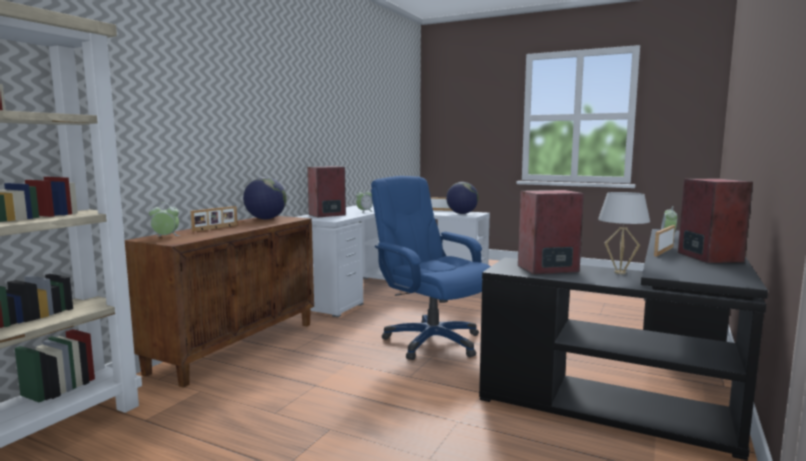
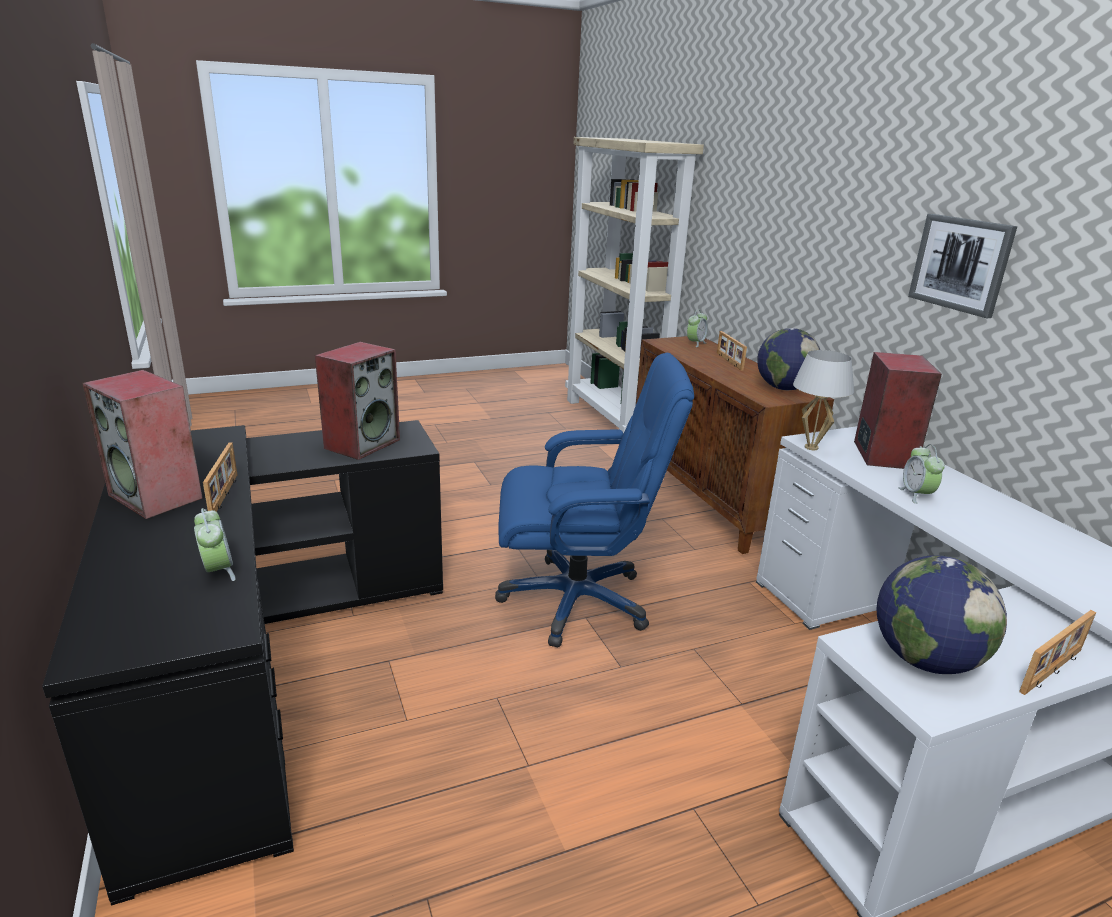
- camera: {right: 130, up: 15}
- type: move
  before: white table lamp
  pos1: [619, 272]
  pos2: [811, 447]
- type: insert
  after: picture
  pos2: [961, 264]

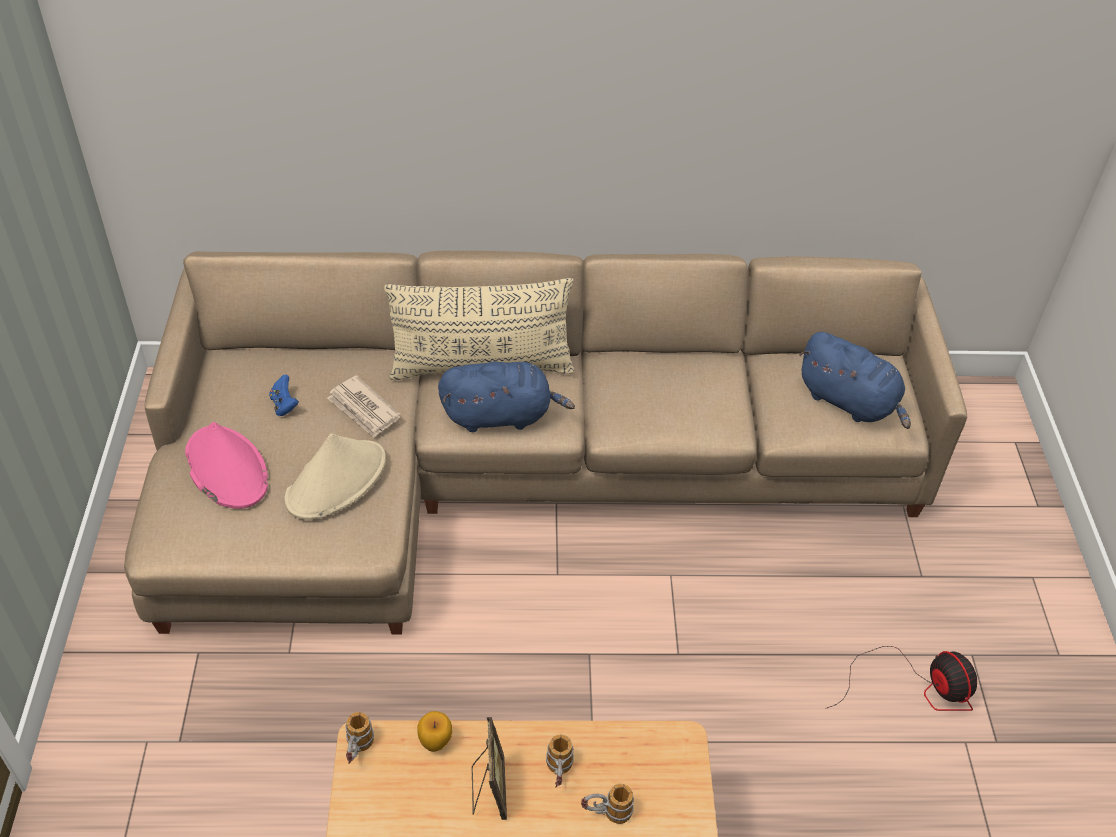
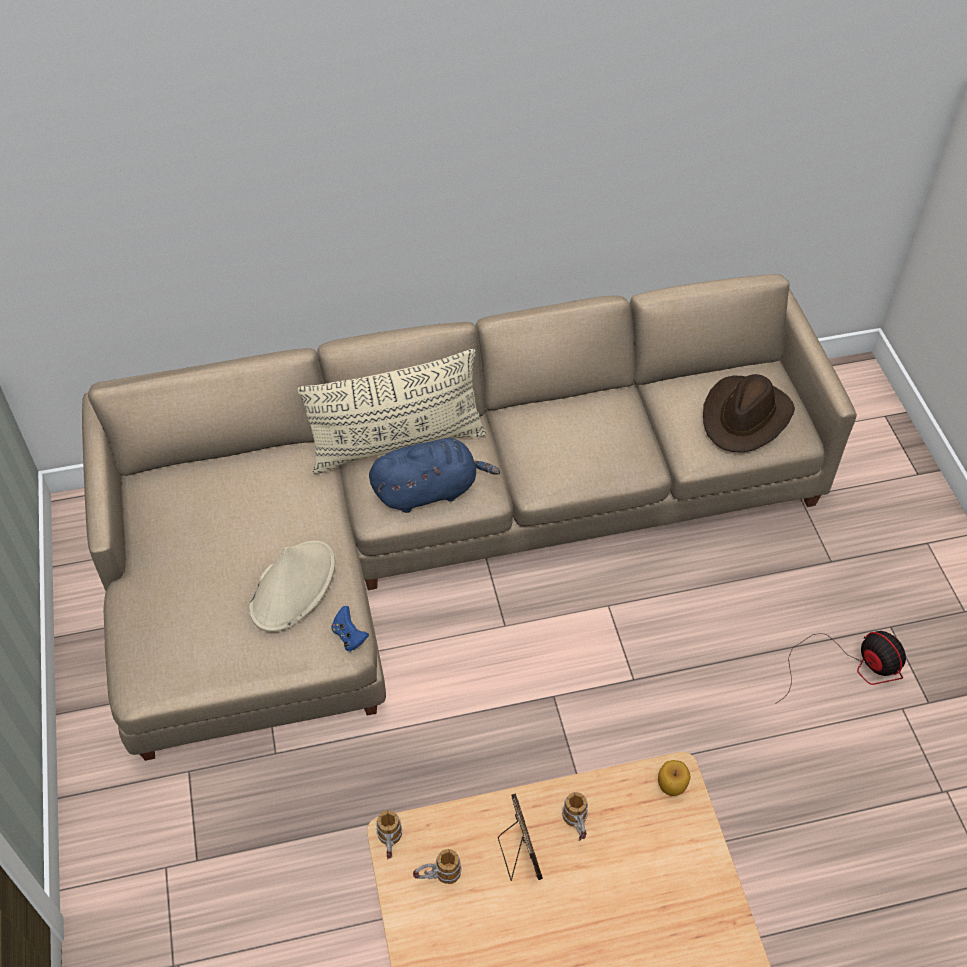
- camera: {right: -10, up: 5}
- type: replace
  before: blue plush toy
  after: brown hat
  pos1: [850, 402]
  pos2: [746, 417]
- type: move
  before: blue game controller
  pos1: [284, 405]
  pos2: [349, 636]
- type: delete
  before: newspaper
  pos1: [363, 409]
- type: delete
  before: pink hat
  pos1: [226, 468]
- type: move
  before: apple
  pos1: [435, 743]
  pos2: [671, 787]
- type: move
  before: mug
  pos1: [606, 814]
  pos2: [437, 877]

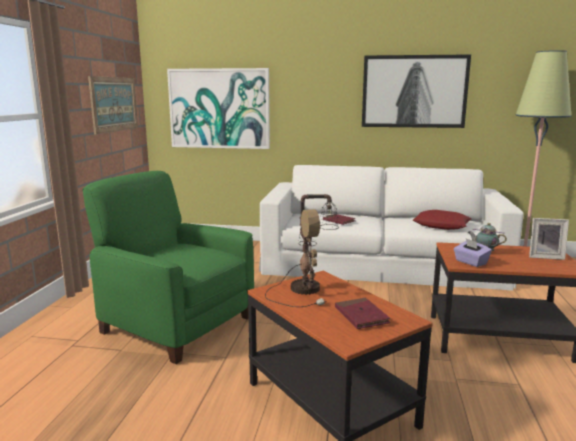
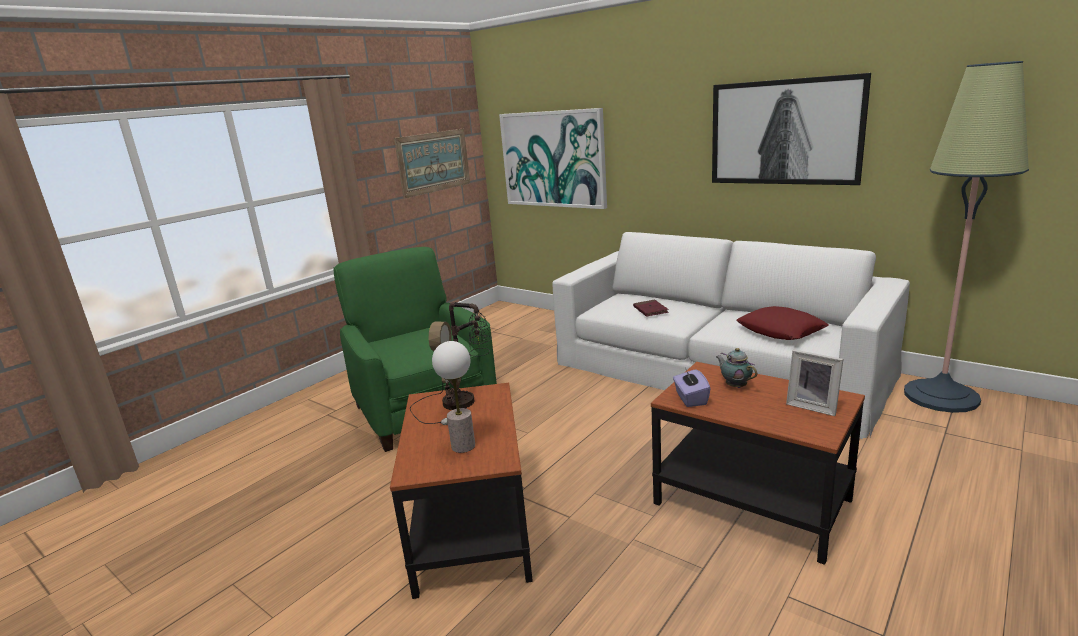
- camera: {right: 30, up: 5}
- type: replace
  before: red book
  after: table lamp
  pos1: [361, 316]
  pos2: [463, 446]

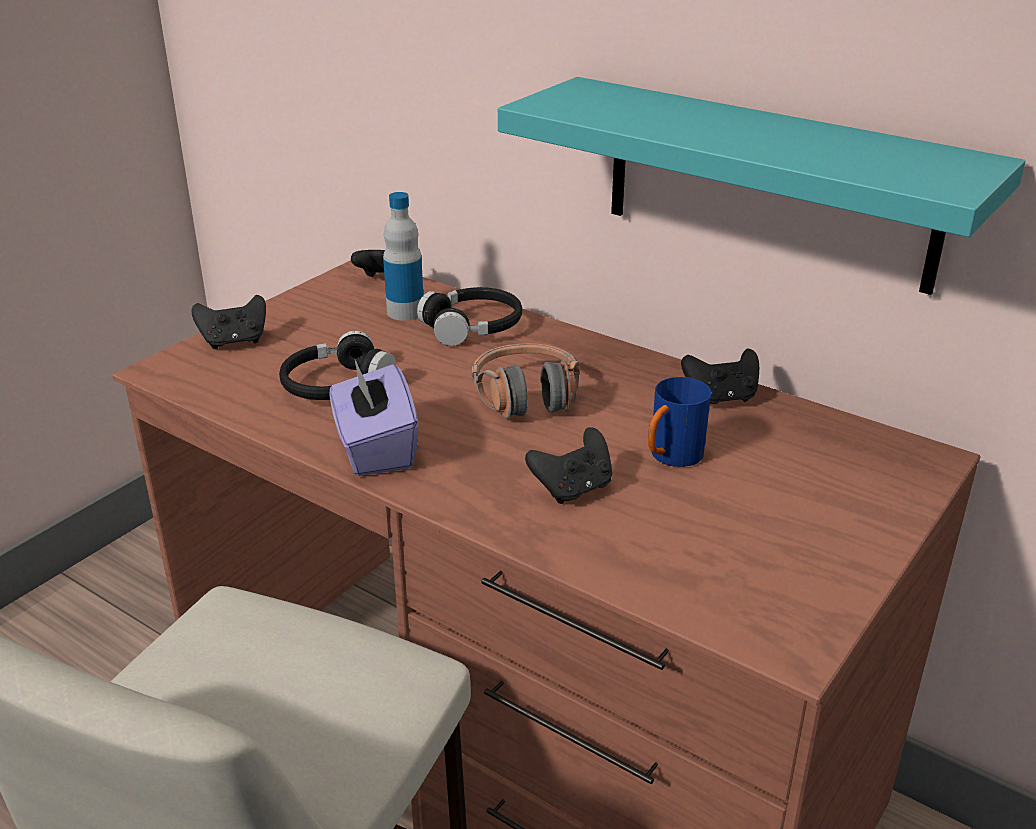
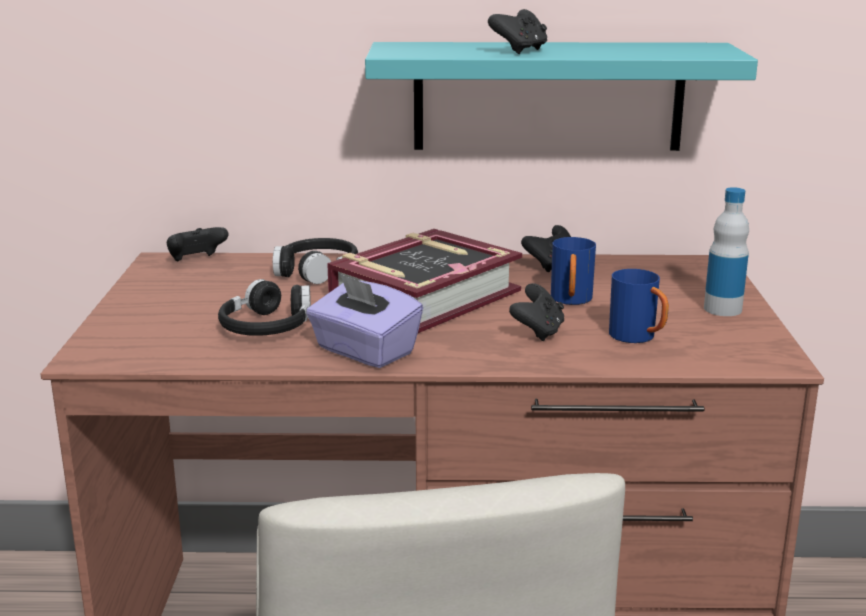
- camera: {right: -35, up: -10}
- type: move
  before: bottle
  pos1: [405, 312]
  pos2: [722, 309]
- type: move
  before: black game controller
  pos1: [234, 341]
  pos2: [520, 51]
- type: replace
  before: headphones
  after: book
  pos1: [527, 396]
  pos2: [424, 296]
- type: insert
  after: blue mug
  pos2: [638, 338]

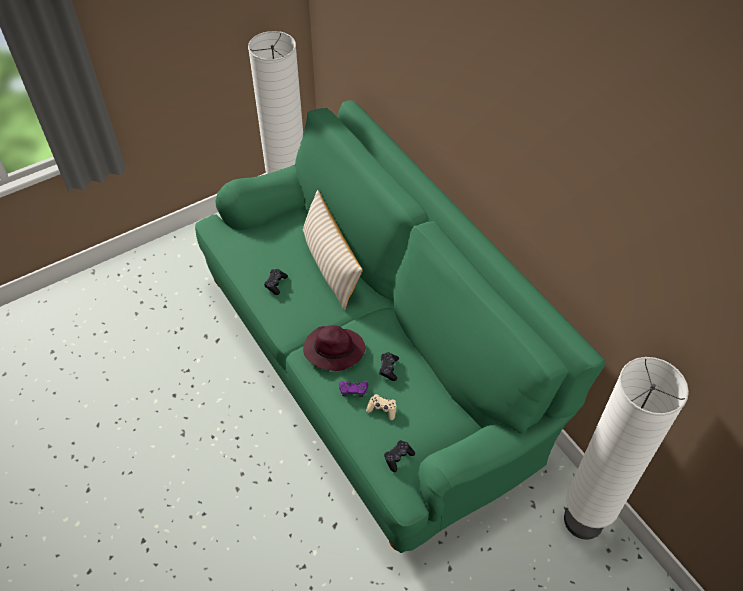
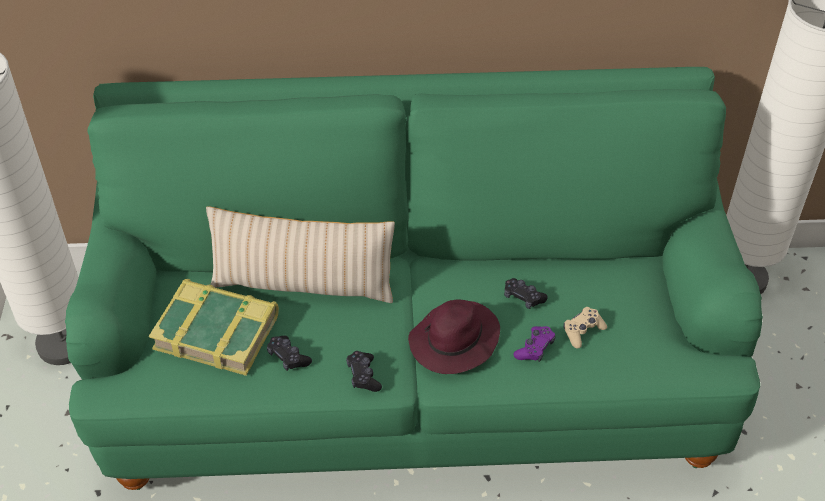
- camera: {right: -60, up: -5}
- type: move
  before: black game controller
  pos1: [398, 457]
  pos2: [363, 376]
- type: insert
  after: book
  pos2: [217, 331]

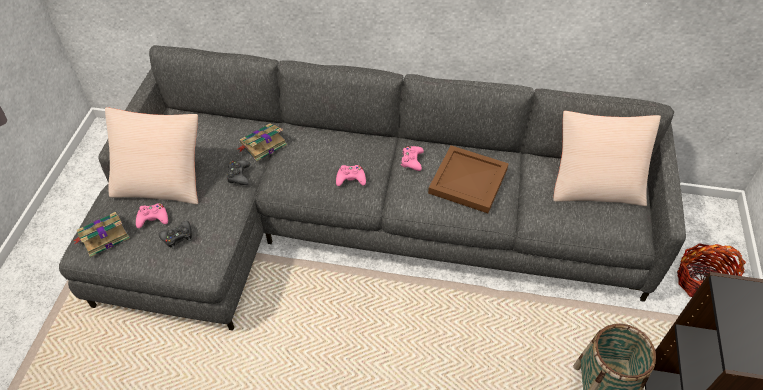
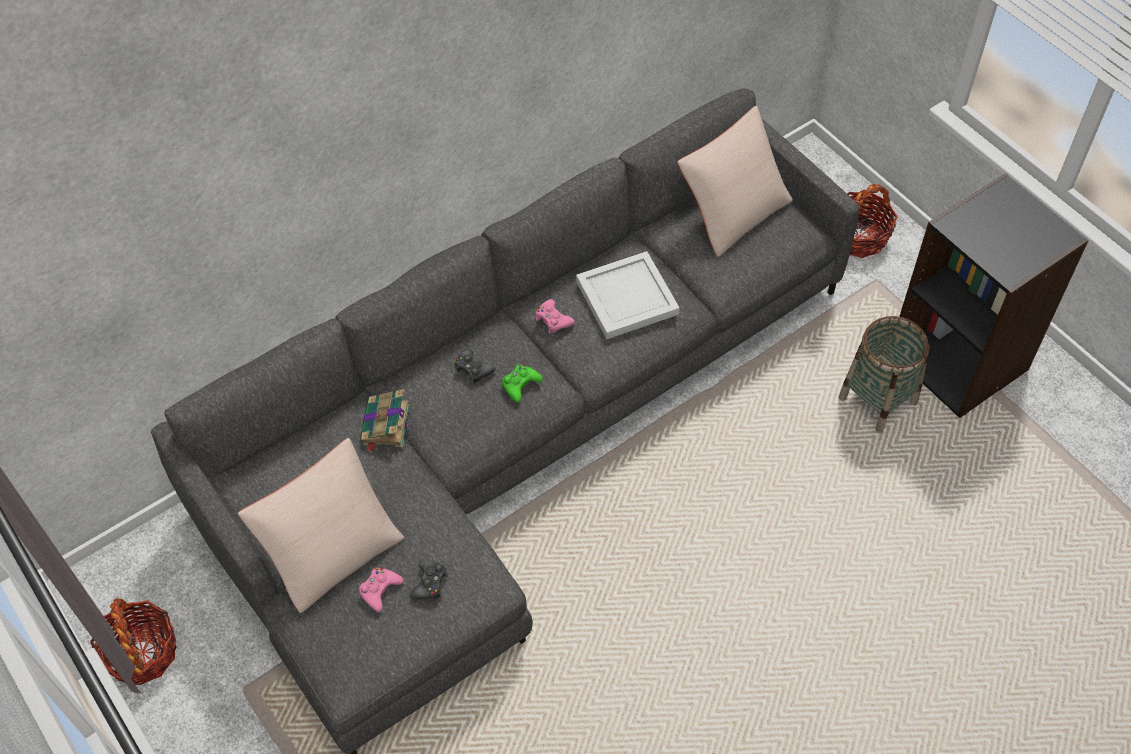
- camera: {right: -45, up: 5}
- type: recolor
  before: brown tray
  after: white tray
  pos1: [467, 181]
  pos2: [626, 299]
- type: move
  before: black game controller
  pos1: [239, 175]
  pos2: [473, 369]
- type: recolor
  before: pink game controller
  after: green game controller
  pos1: [351, 179]
  pos2: [520, 385]
- type: delete
  before: book
  pos1: [103, 236]
- type: insert
  after: basket
  pos2: [142, 652]

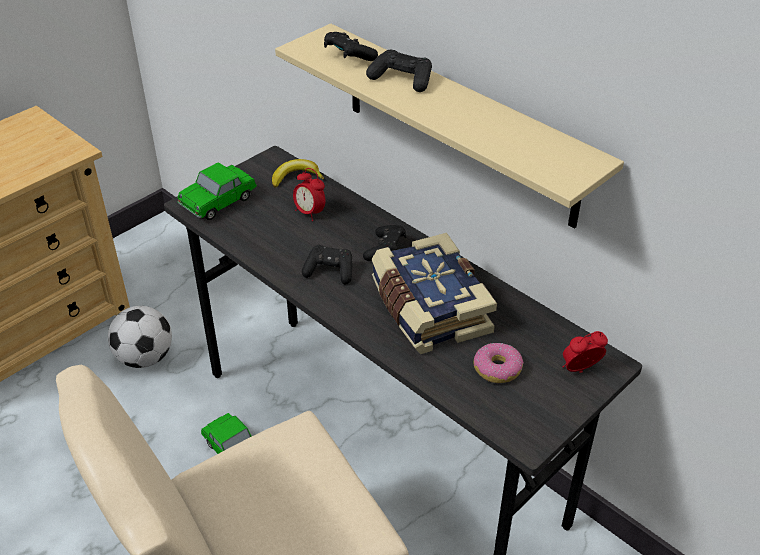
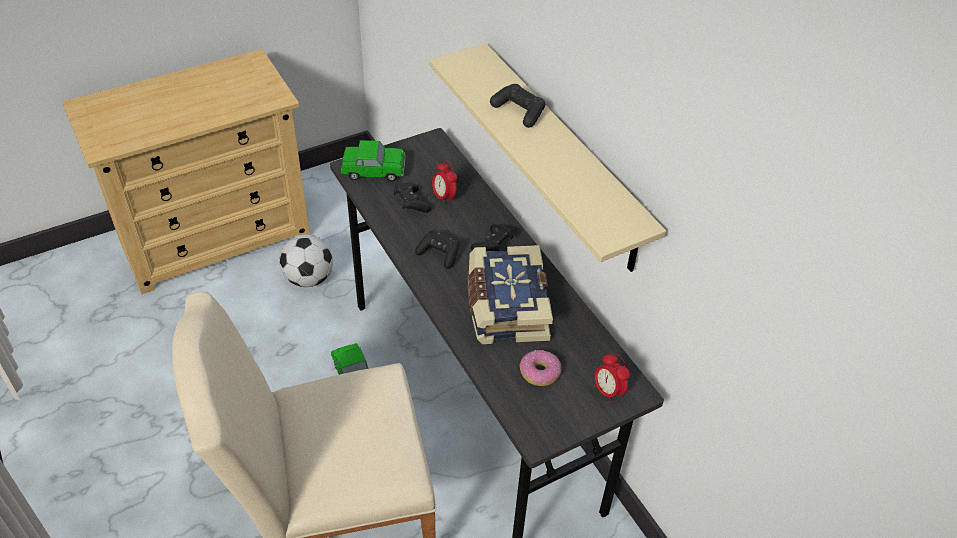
- camera: {right: 15, up: 5}
- type: move
  before: black game controller
  pos1: [348, 56]
  pos2: [411, 204]
- type: delete
  before: banana
  pos1: [296, 177]
- type: rotate
  before: toy car
  pos1: [218, 202]
  pos2: [374, 171]
  turn: -150
- type: rotate
  before: alarm clock
  pos1: [580, 370]
  pos2: [608, 391]
  turn: -120

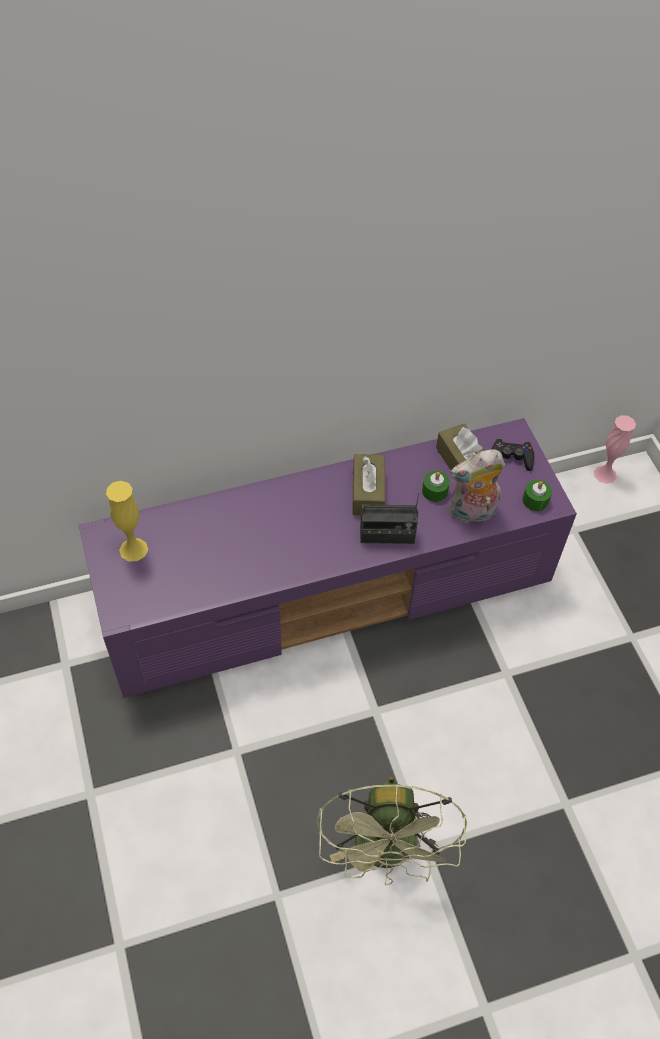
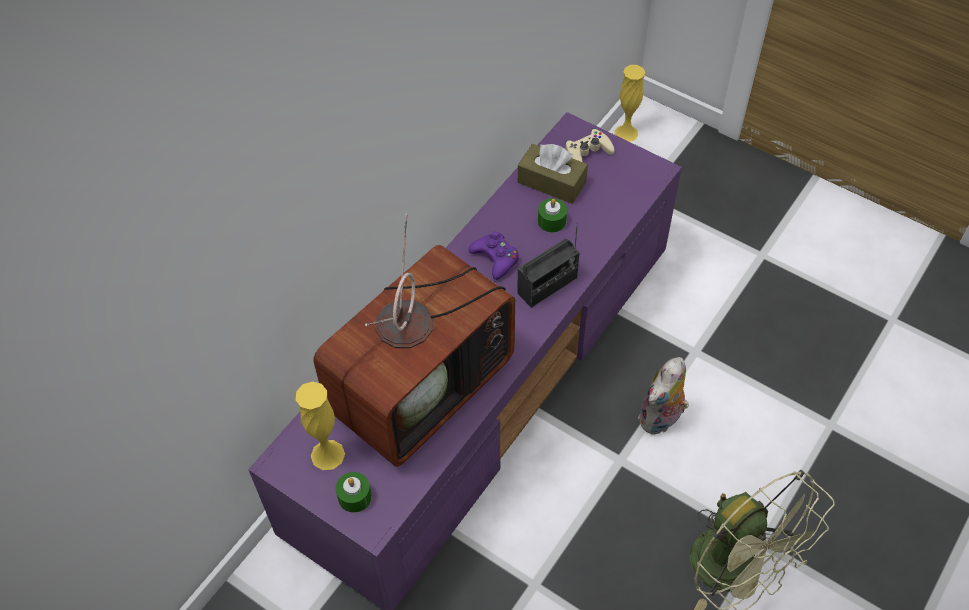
- camera: {right: -35, up: 0}
- type: recolor
  before: pink vase
  after: yellow vase
  pos1: [605, 474]
  pos2: [626, 133]
- type: recolor
  before: black game controller
  after: beige game controller
  pos1: [511, 457]
  pos2: [588, 152]
- type: move
  before: plush toy
  pos1: [472, 513]
  pos2: [661, 419]
- type: replace
  before: brown tissue box
  after: purple game controller
  pos1: [368, 492]
  pos2: [495, 259]
- type: move
  before: green candle
  pos1: [535, 500]
  pos2: [354, 496]
- type: insert
  after: television
  pos2: [422, 381]

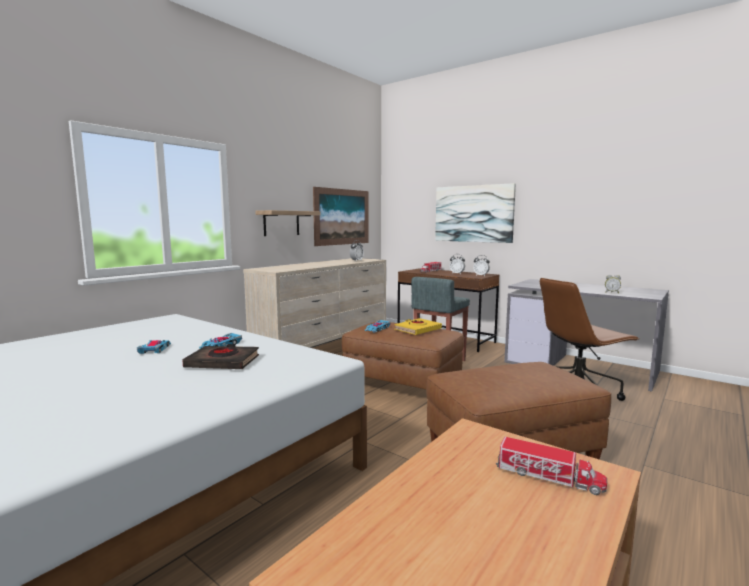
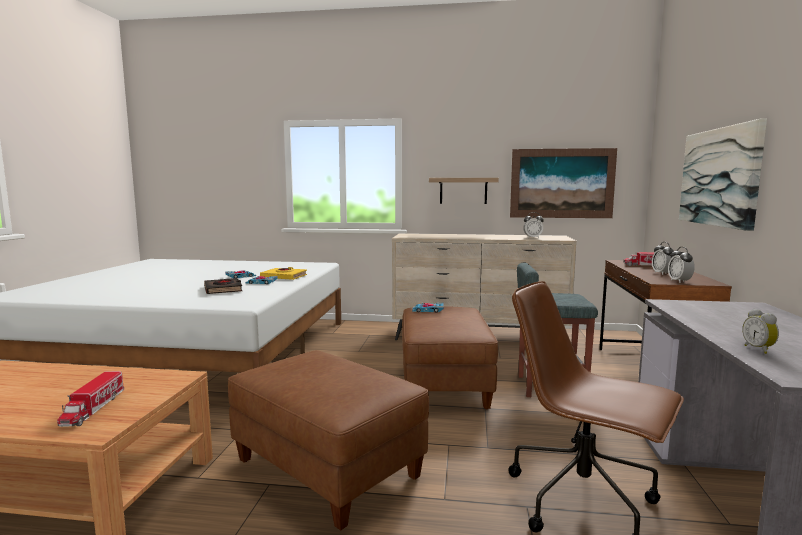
- camera: {right: 60, up: 0}
- type: move
  before: yellow book
  pos1: [417, 330]
  pos2: [284, 277]

